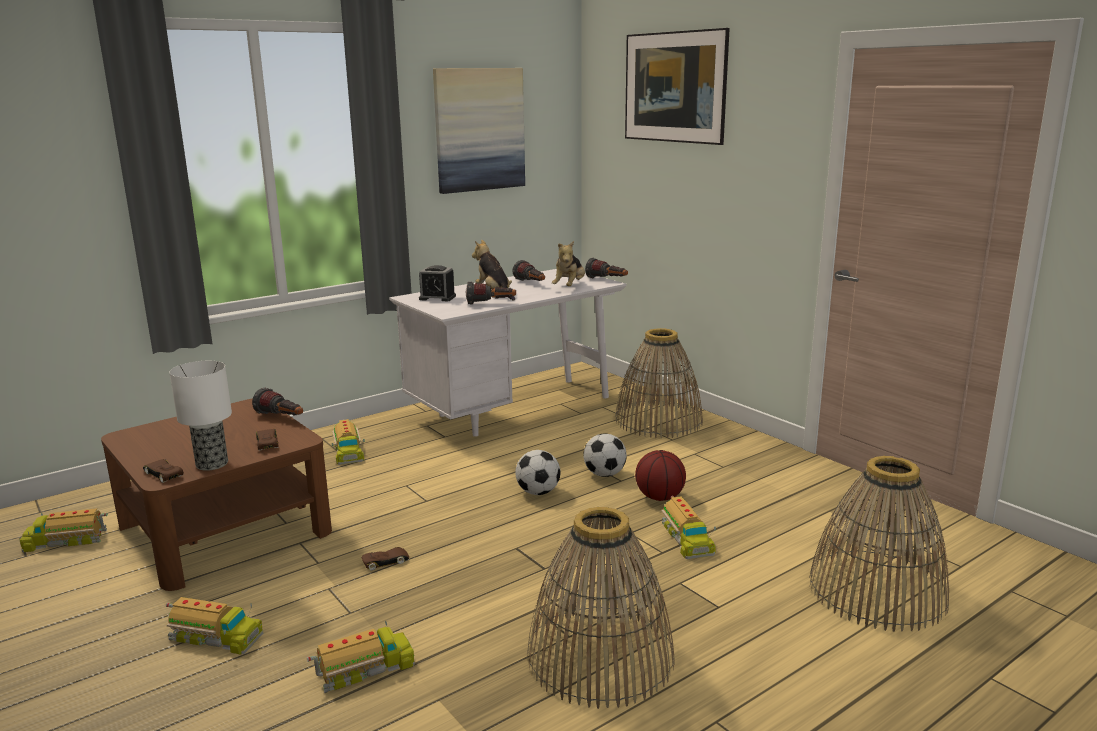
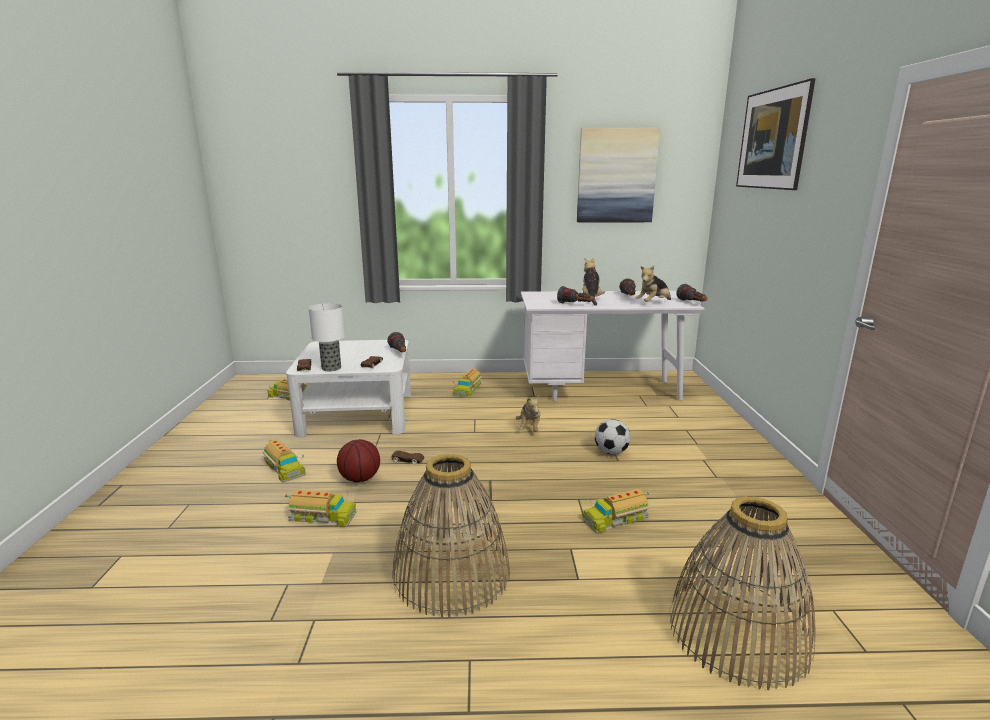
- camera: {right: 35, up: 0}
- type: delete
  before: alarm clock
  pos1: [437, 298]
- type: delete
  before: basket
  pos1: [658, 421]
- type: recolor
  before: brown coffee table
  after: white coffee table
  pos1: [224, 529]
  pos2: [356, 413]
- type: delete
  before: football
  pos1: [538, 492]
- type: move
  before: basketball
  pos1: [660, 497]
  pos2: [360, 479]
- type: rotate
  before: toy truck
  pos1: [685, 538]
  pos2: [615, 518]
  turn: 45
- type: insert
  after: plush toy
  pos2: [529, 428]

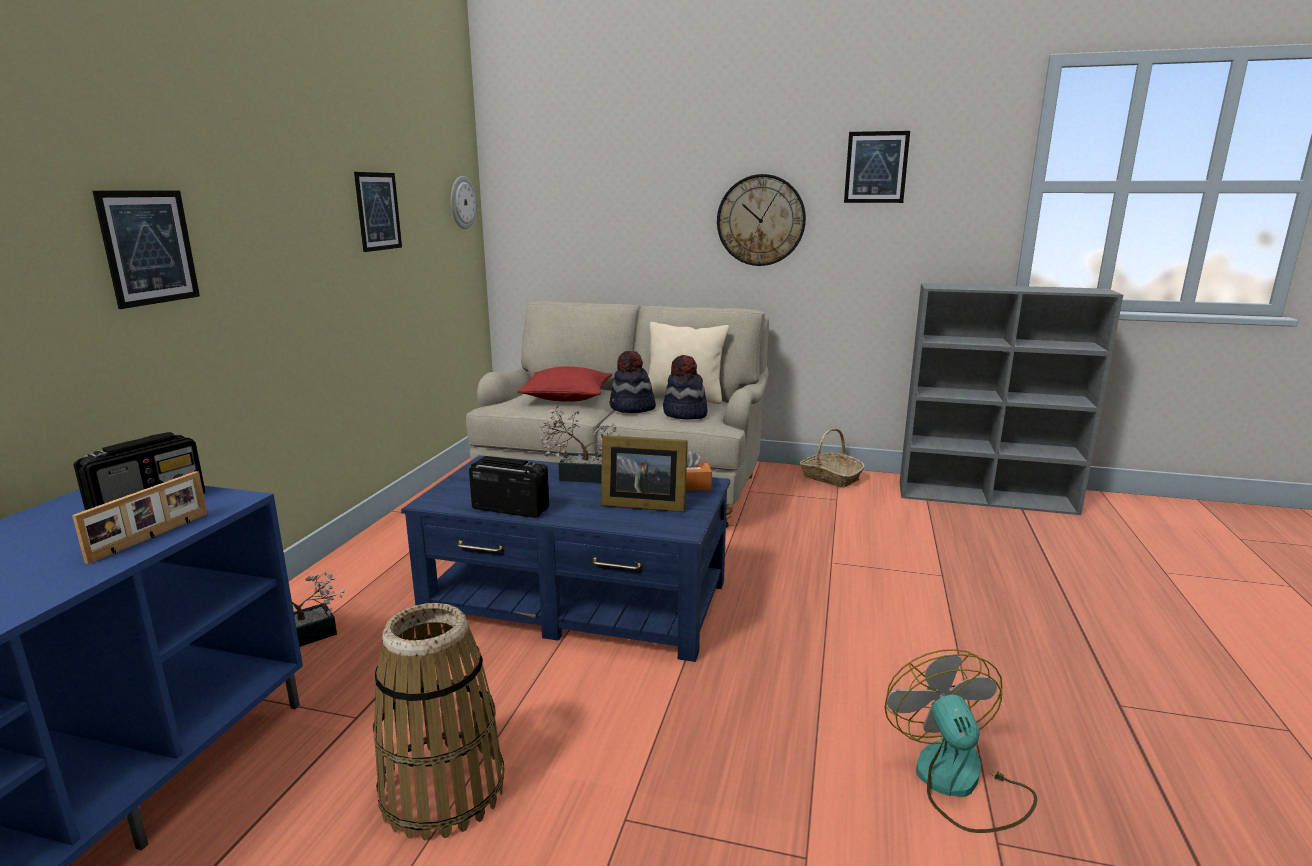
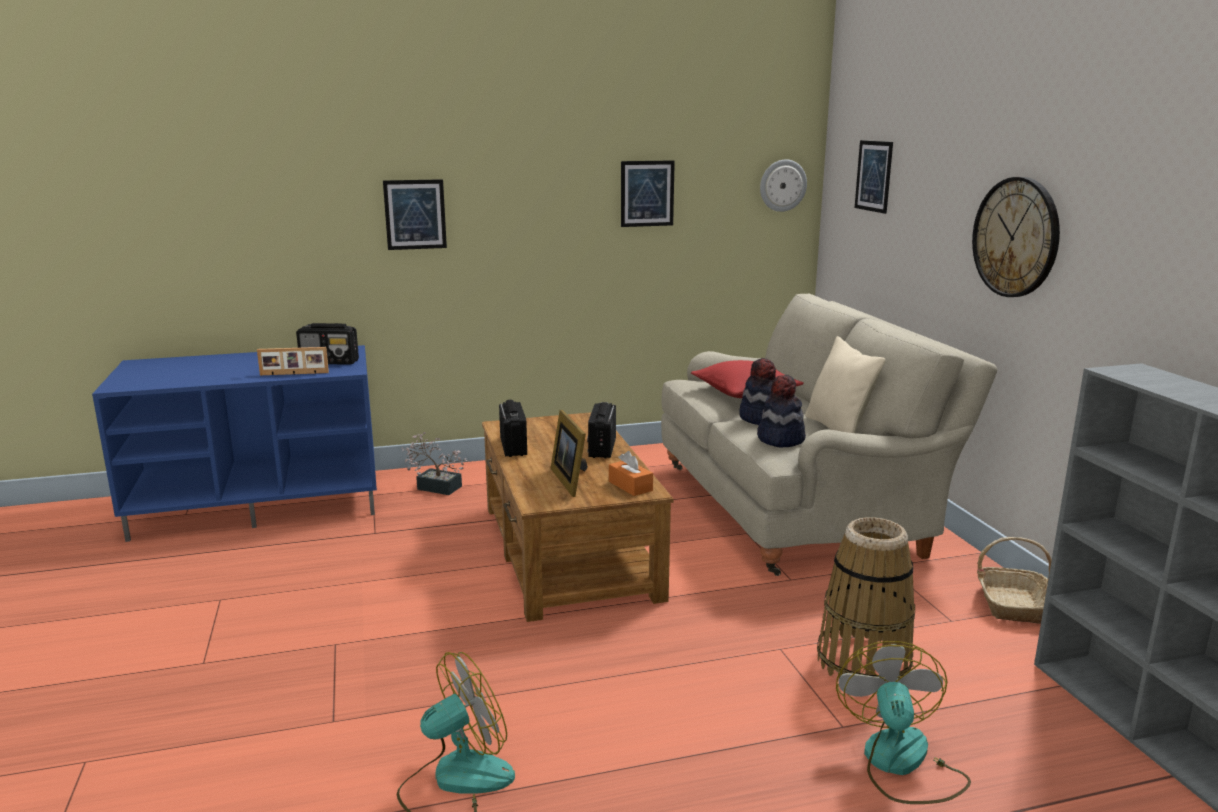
- camera: {right: 60, up: 0}
- type: move
  before: picture
  pos1: [876, 167]
  pos2: [873, 176]
- type: replace
  before: potted plant
  after: radio
  pos1: [580, 475]
  pos2: [602, 448]
- type: recolor
  before: blue coffee table
  after: brown coffee table
  pos1: [578, 600]
  pos2: [567, 551]
- type: move
  before: basket
  pos1: [443, 790]
  pos2: [864, 661]
- type: insert
  after: fan
  pos2: [901, 764]

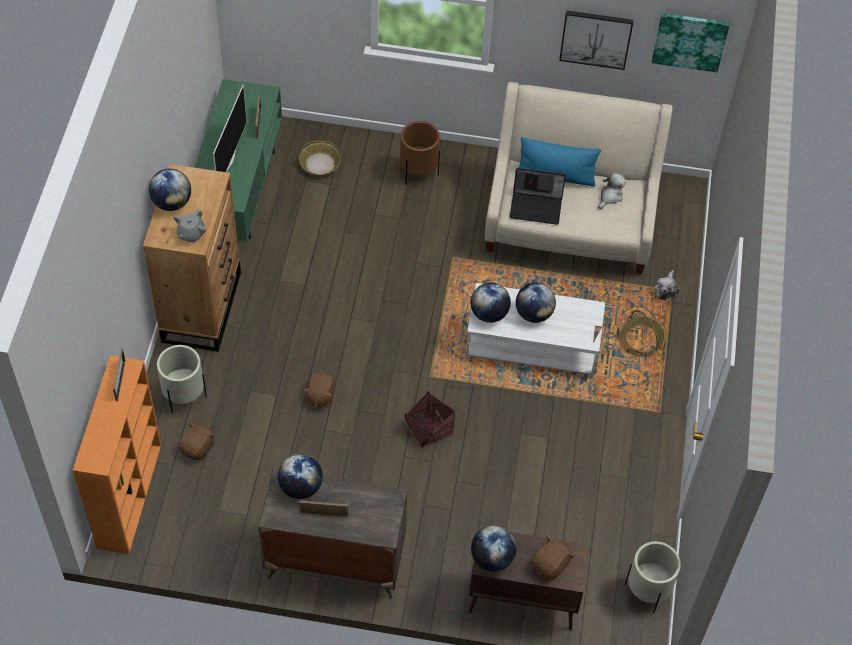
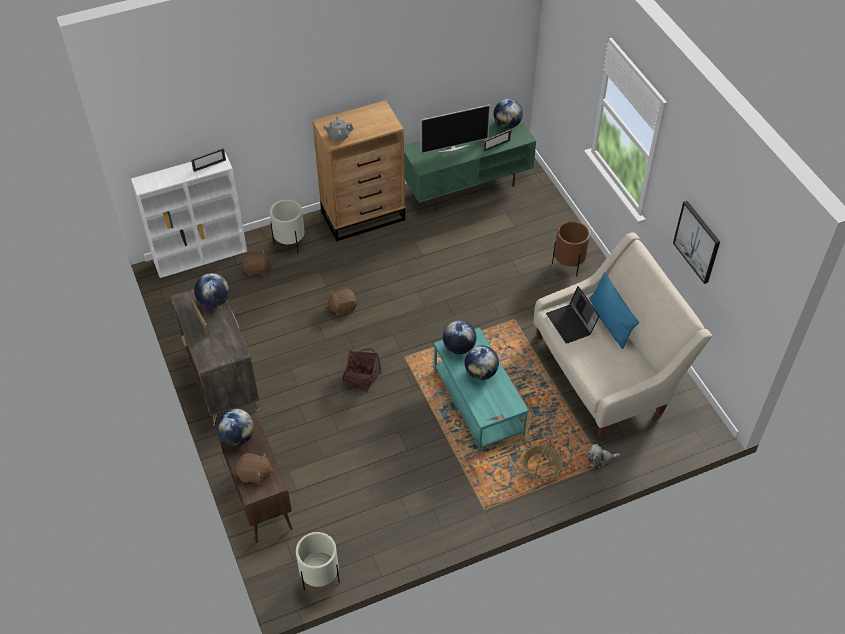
- camera: {right: 60, up: -5}
- type: delete
  before: picture
  pos1: [690, 41]
- type: delete
  before: basket
  pos1: [319, 164]
- type: move
  before: globe
  pos1: [172, 202]
  pos2: [507, 125]
- type: delete
  before: plush toy
  pos1: [610, 196]
- type: recolor
  before: white coffee table
  after: turquoise coffee table
  pos1: [533, 345]
  pos2: [479, 402]
- type: recolor
  before: orange bookcase
  after: white bookcase
  pos1: [129, 494]
  pos2: [201, 256]

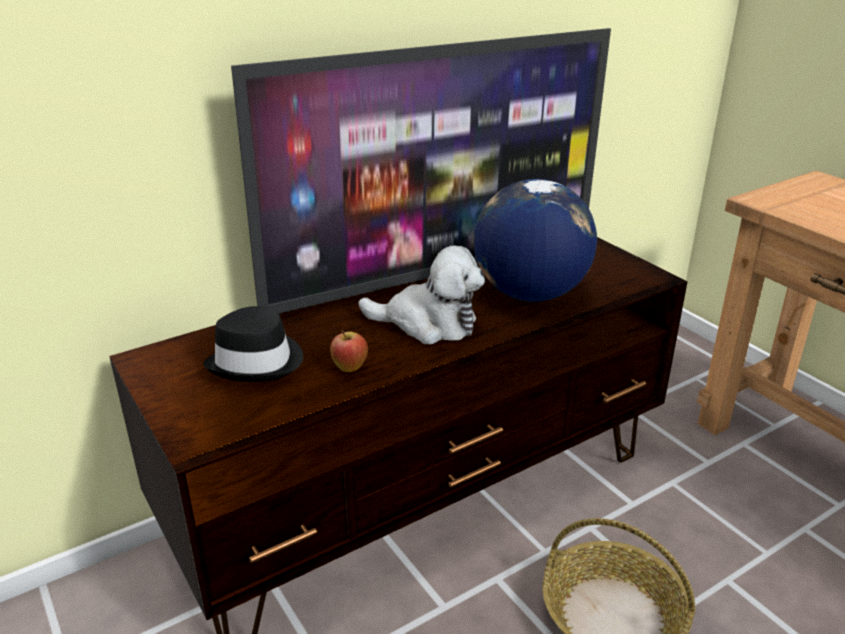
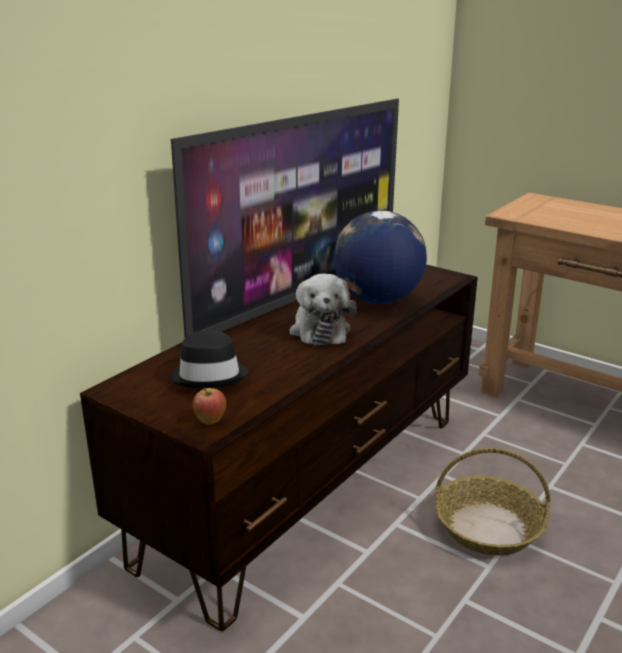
- camera: {right: -20, up: -5}
- type: rotate
  before: plush toy
  pos1: [428, 323]
  pos2: [320, 329]
  turn: 90
- type: move
  before: apple
  pos1: [349, 368]
  pos2: [210, 421]

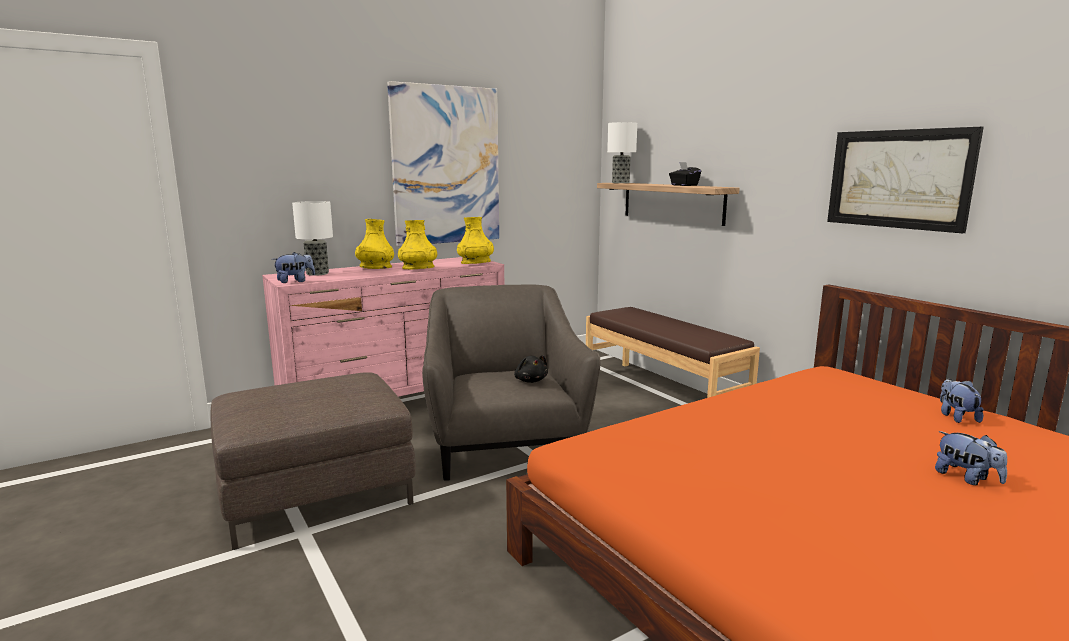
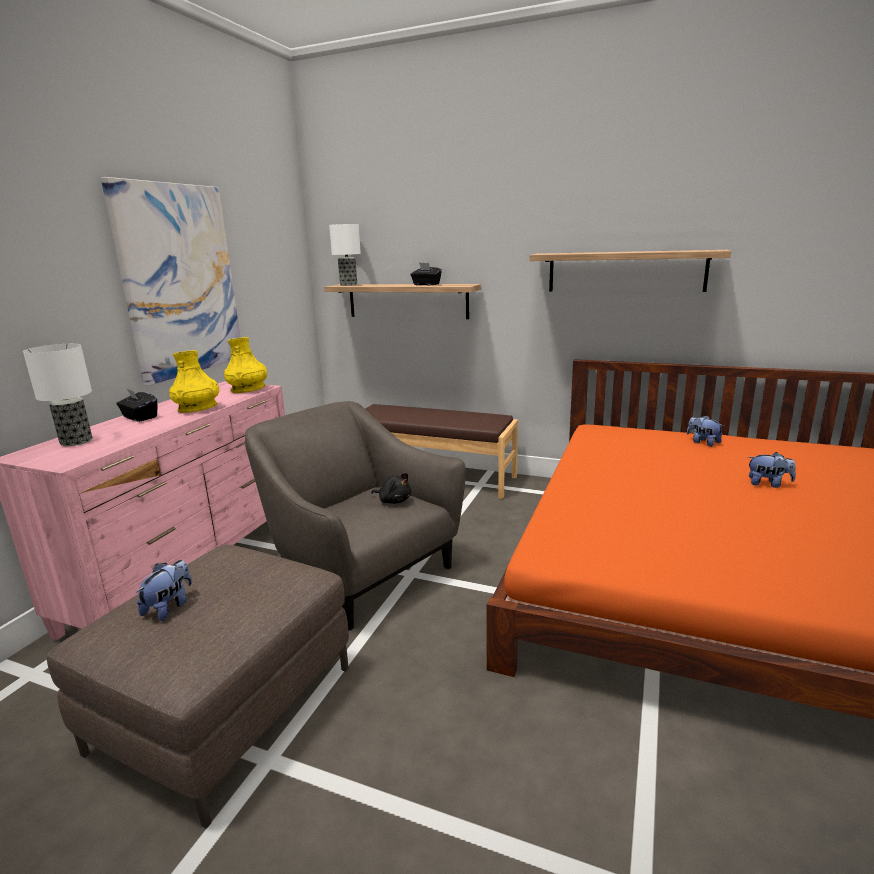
- camera: {right: -35, up: 5}
- type: replace
  before: picture
  after: shelf
  pos1: [898, 179]
  pos2: [625, 271]
- type: replace
  before: yellow vase
  after: black tissue box
  pos1: [375, 267]
  pos2: [139, 417]
- type: move
  before: plush toy
  pos1: [295, 281]
  pos2: [169, 607]

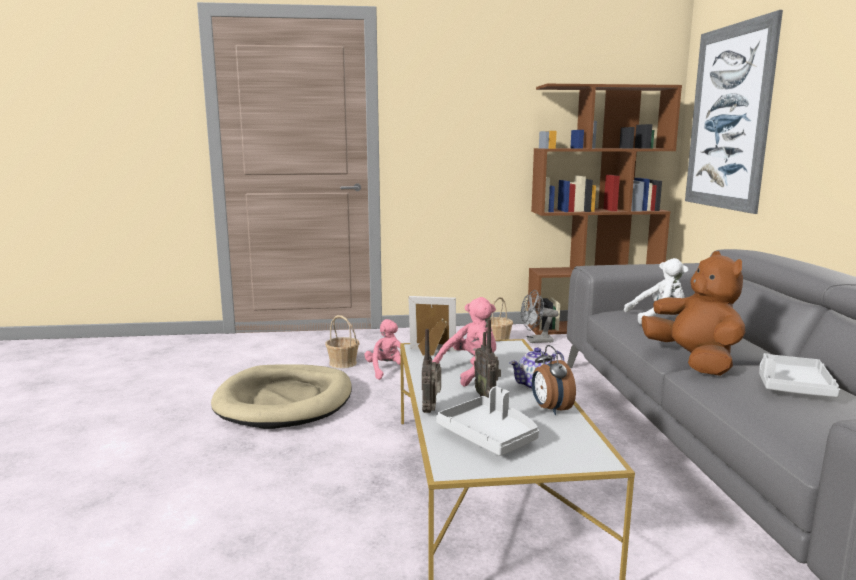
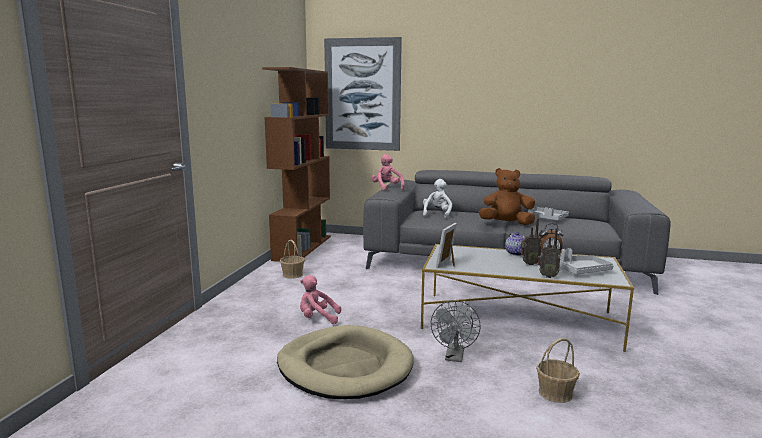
- camera: {right: -70, up: 0}
- type: move
  before: grey fan
  pos1: [535, 341]
  pos2: [454, 357]
- type: move
  before: pink plush toy
  pos1: [469, 371]
  pos2: [387, 188]
- type: move
  before: basket
  pos1: [343, 363]
  pos2: [555, 393]

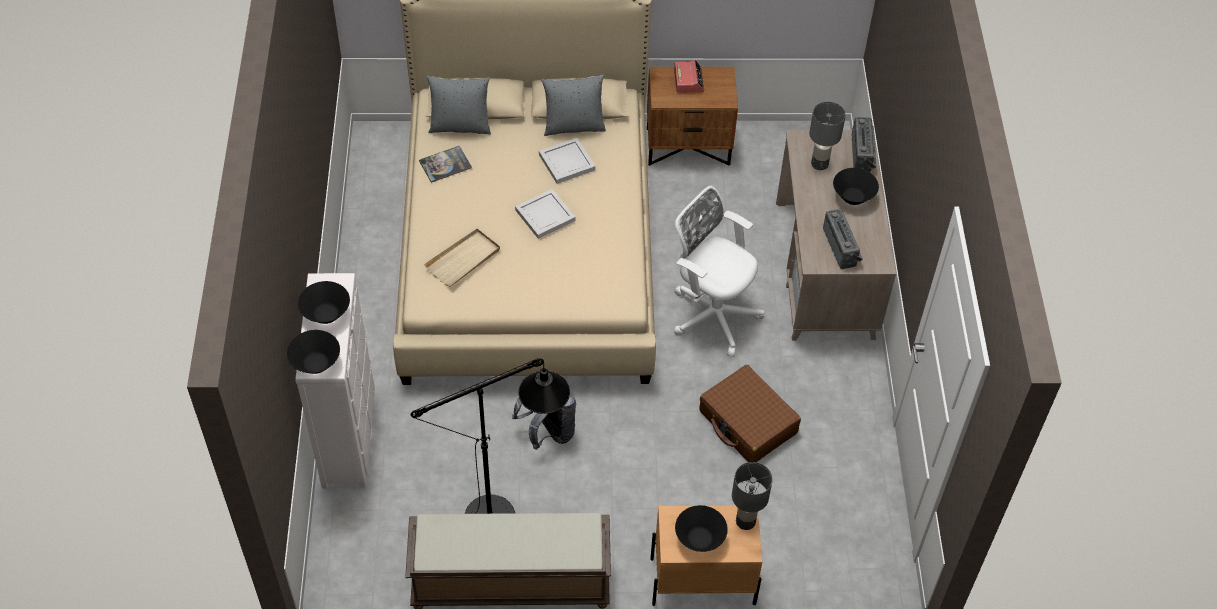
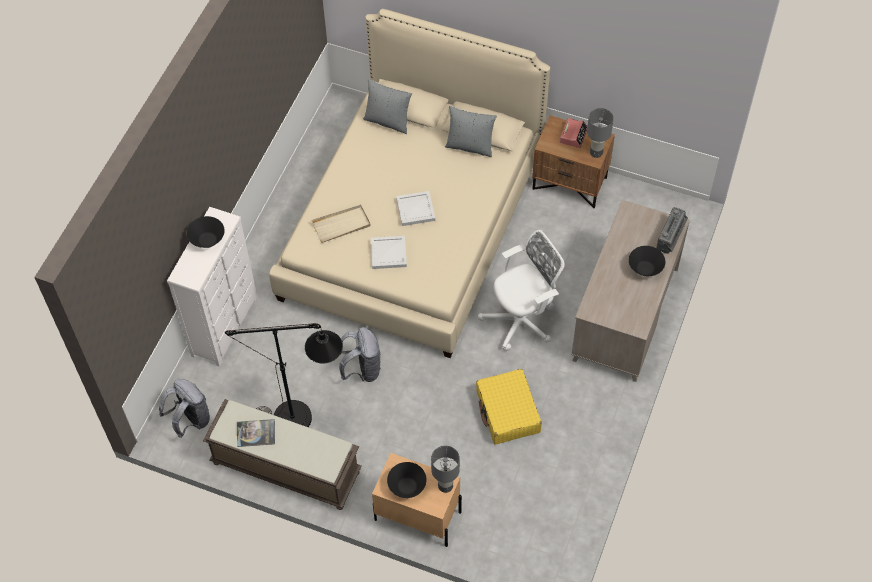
- camera: {right: 25, up: 5}
- type: move
  before: grey table lamp
  pos1: [819, 163]
  pos2: [596, 152]
- type: move
  before: white tray
  pos1: [567, 161]
  pos2: [389, 253]
- type: move
  before: book
  pos1: [445, 164]
  pos2: [256, 433]
- type: rotate
  before: white office chair
  pos1: [711, 314]
  pos2: [522, 320]
  turn: 90
- type: delete
  before: radio
  pos1: [842, 247]
- type: delete
  before: black bowl
  pos1: [316, 363]
- type: recolor
  before: brown suitcase
  after: yellow suitcase
  pos1: [748, 422]
  pos2: [508, 412]
- type: insert
  after: grey backpack
  pos2: [190, 420]

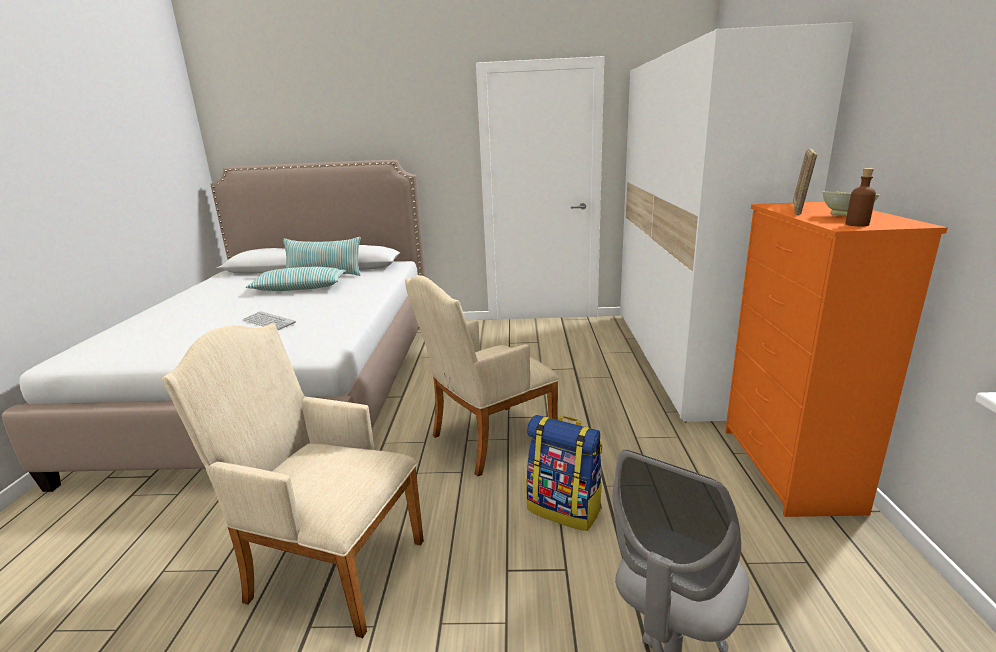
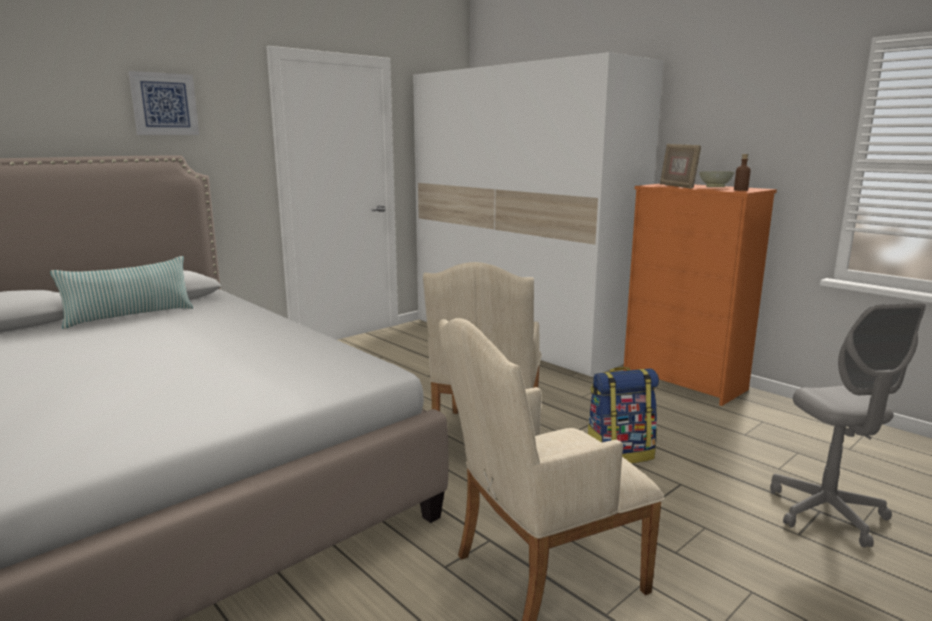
- camera: {right: -45, up: -5}
- type: delete
  before: pillow
  pos1: [299, 288]
- type: delete
  before: keyboard
  pos1: [269, 322]
- type: insert
  after: picture
  pos2: [164, 104]

